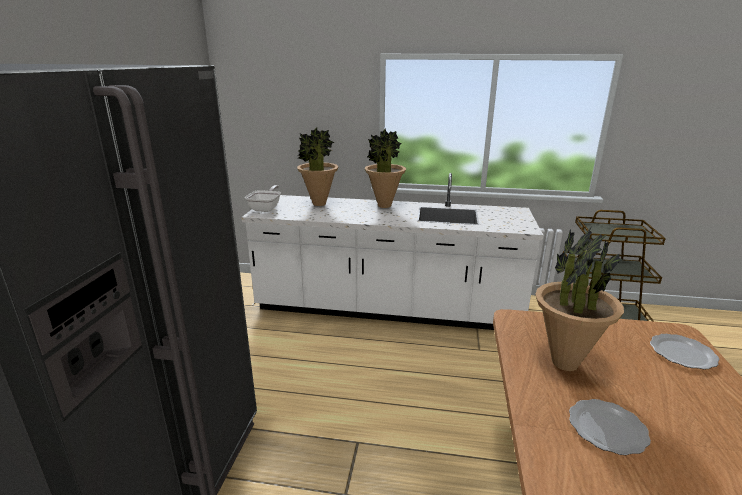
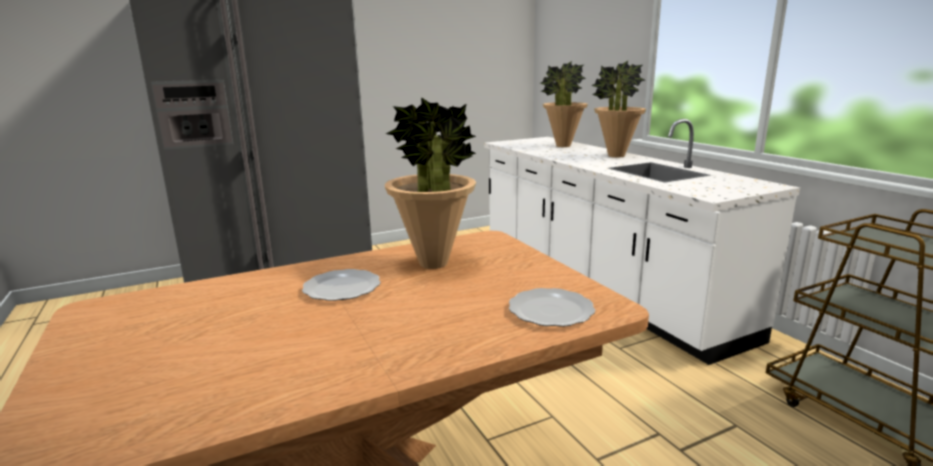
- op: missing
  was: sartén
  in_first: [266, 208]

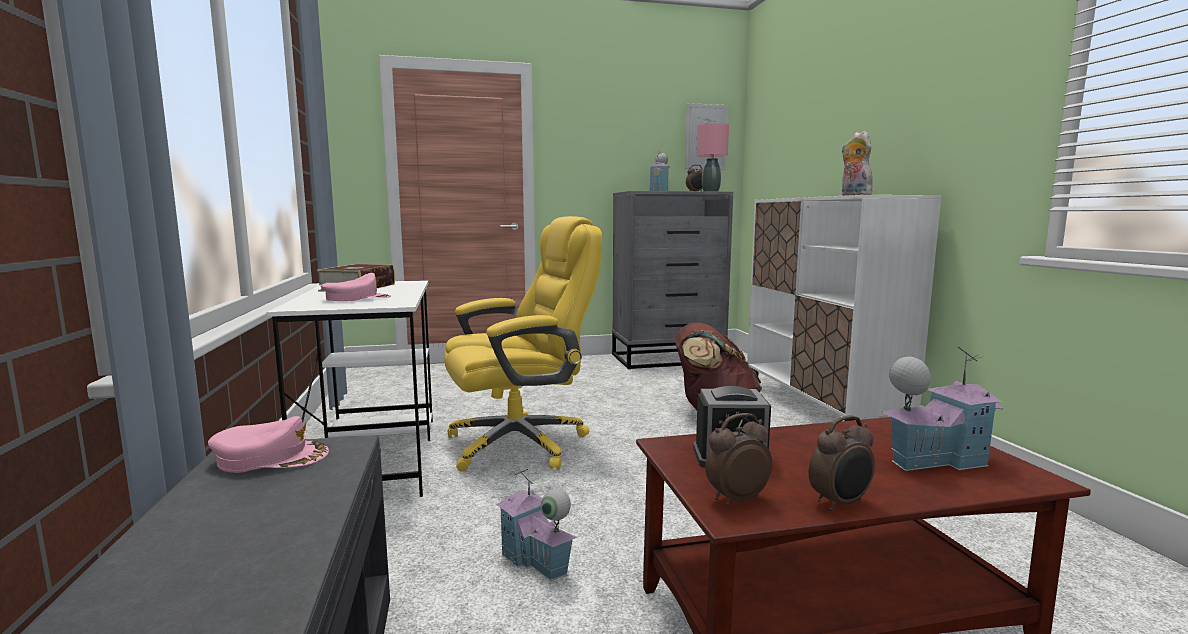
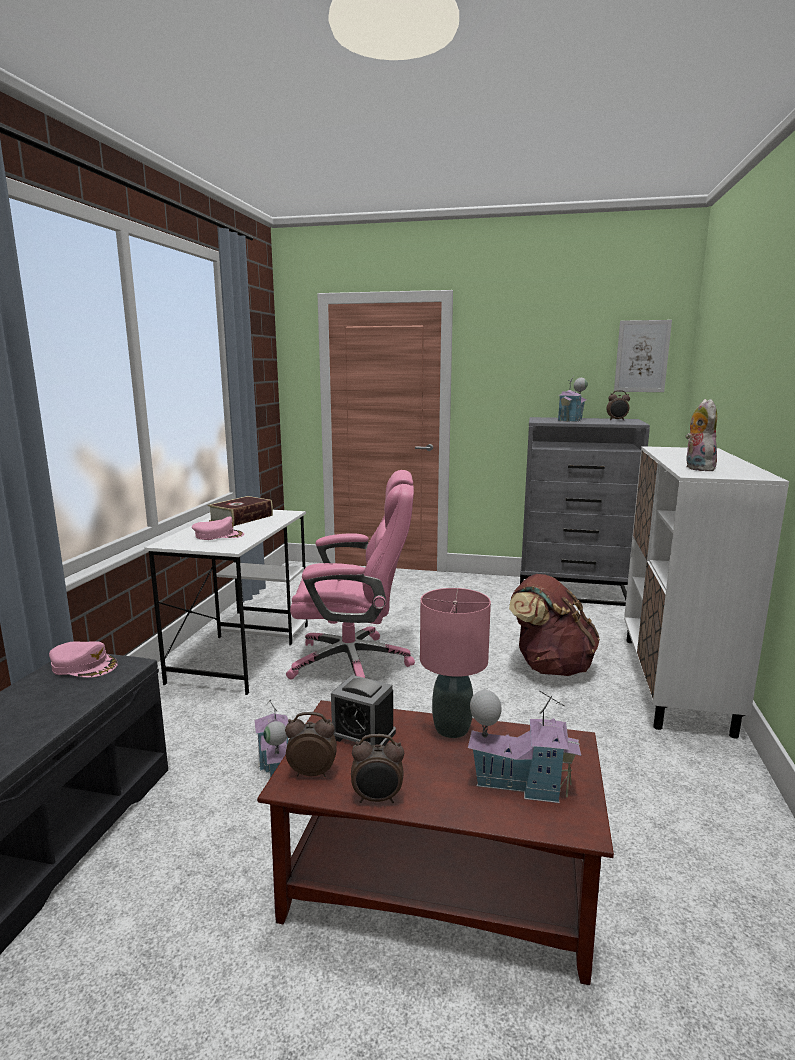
- op: colour
  was: silla de oficina (amarillo)
  now: silla de oficina (rosa)
  in_first: [521, 443]
  in_second: [353, 663]
- op: relocated
  was: lámpara de mesa (rosa)
  in_first: [710, 191]
  in_second: [451, 728]

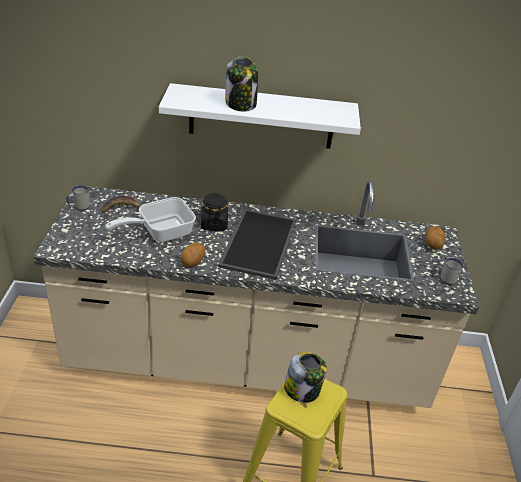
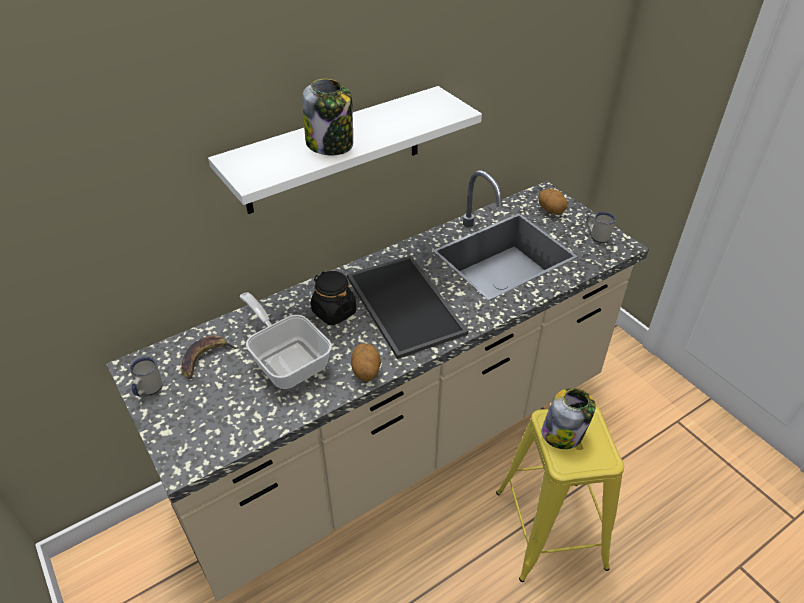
- op: spun
  was: sartén
  in_first: [160, 232]
  in_second: [287, 359]
  clockwise: 120

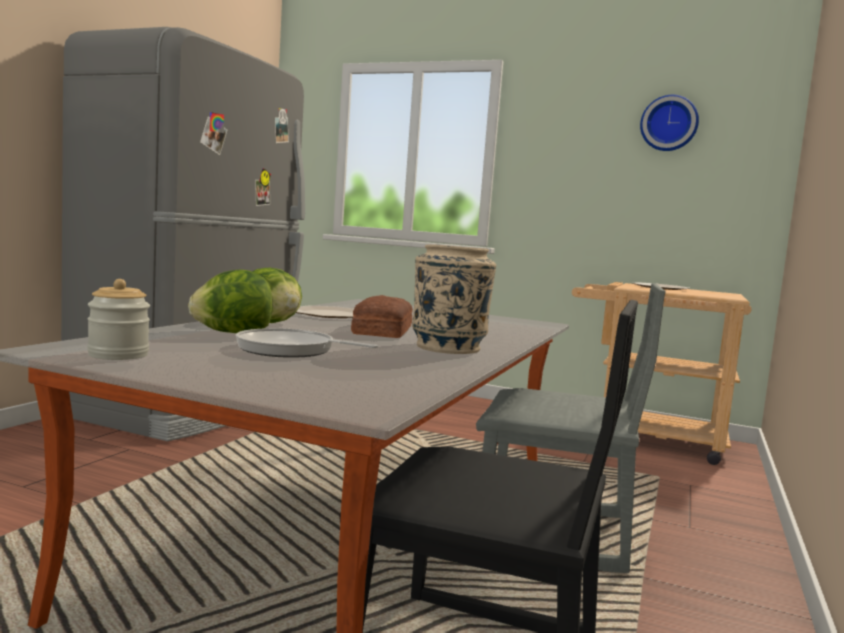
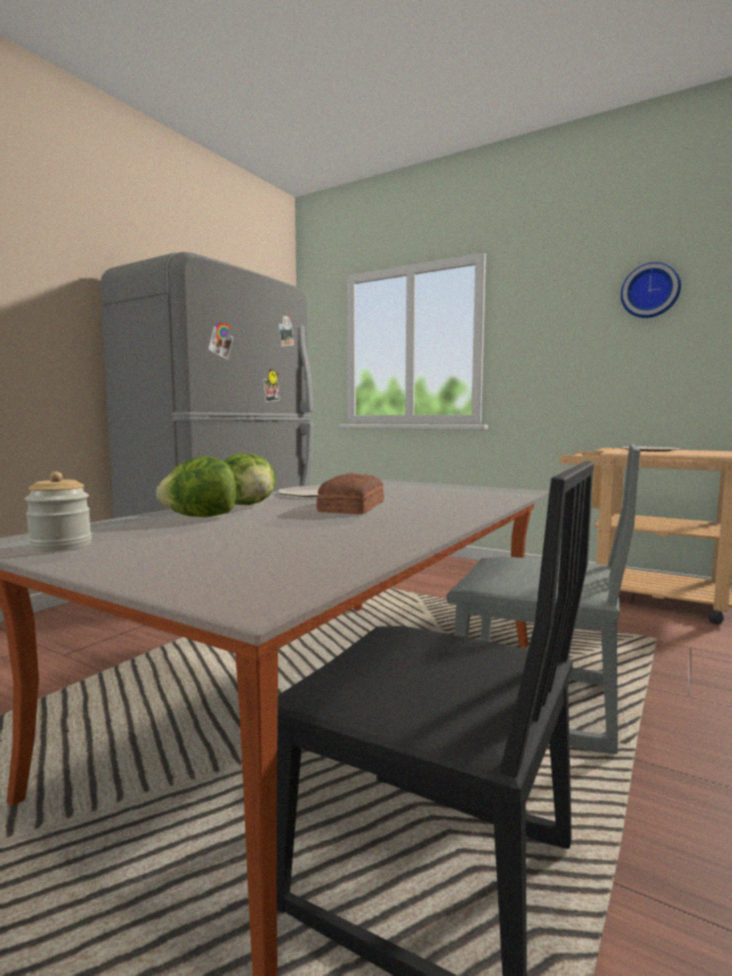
- op: missing
  was: sartén
  in_first: [291, 350]
- op: missing
  was: florero (beis)
  in_first: [448, 347]

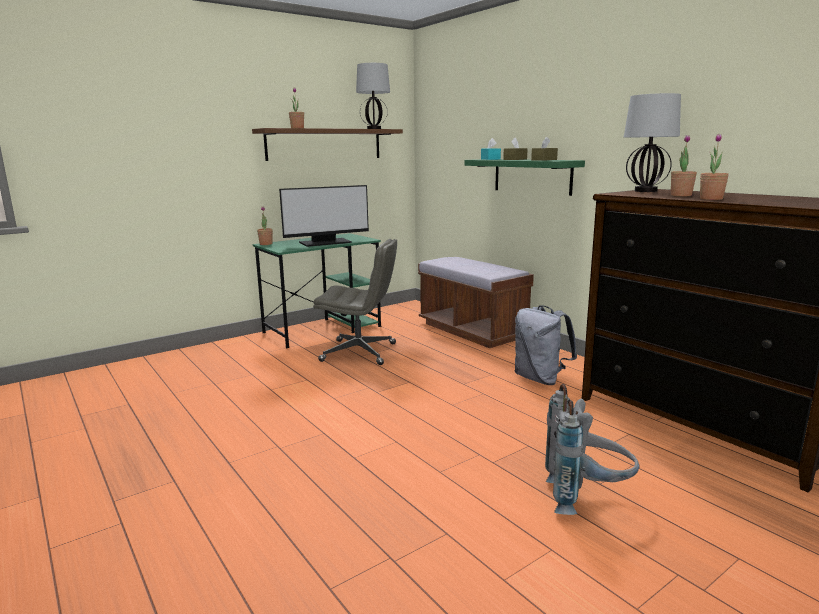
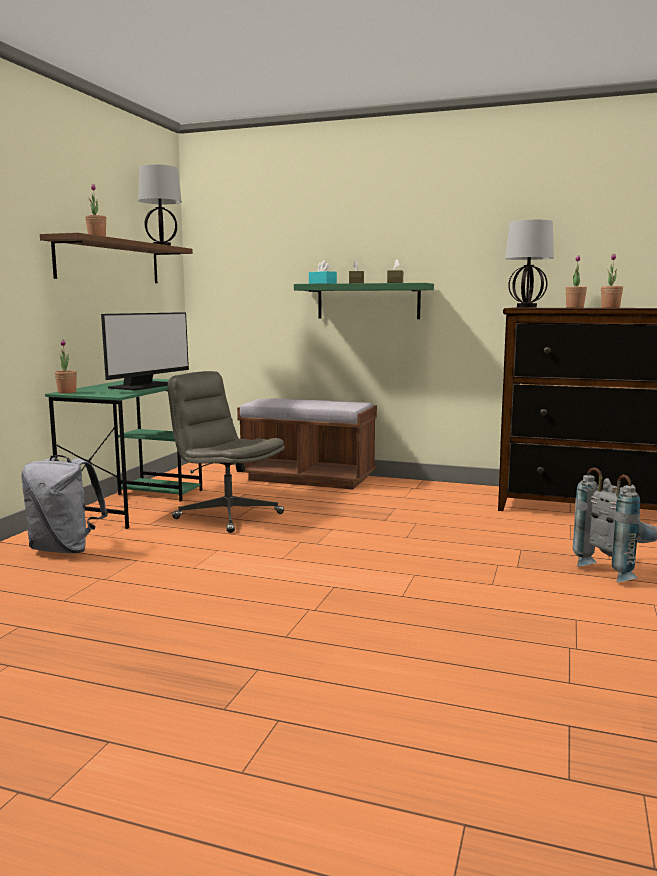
- op: relocated
  was: mochila (gris)
  in_first: [540, 379]
  in_second: [65, 549]
- op: spun
  was: silla de oficina (gris)
  in_first: [360, 352]
  in_second: [227, 516]
  clockwise: -120

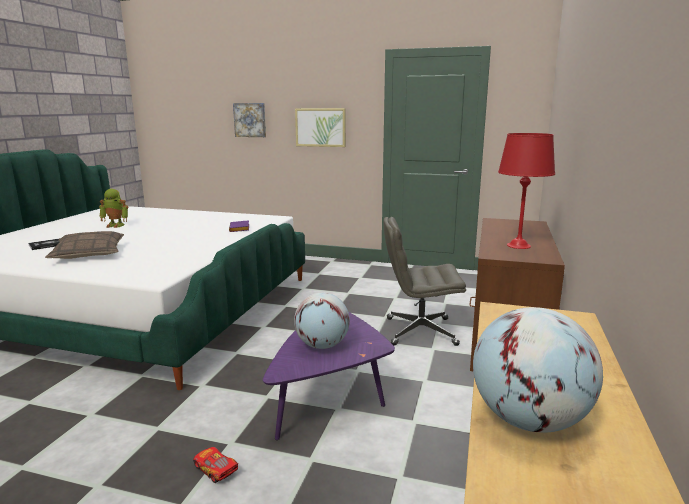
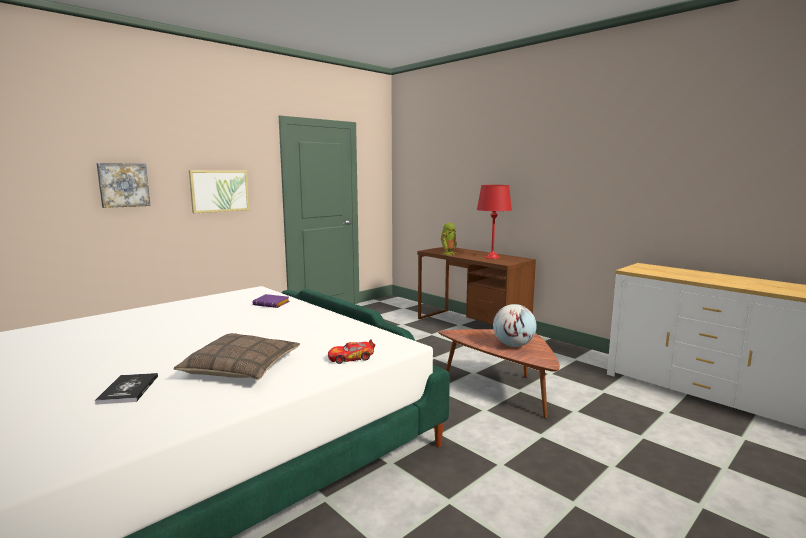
- op: relocated
  was: coche de juguete
  in_first: [215, 469]
  in_second: [351, 358]
- op: colour
  was: mesa de centro (morado)
  now: mesa de centro (marrón)
  in_first: [330, 397]
  in_second: [503, 389]
- op: relocated
  was: robot de juguete
  in_first: [116, 225]
  in_second: [448, 254]
- op: missing
  was: silla de oficina (gris)
  in_first: [419, 331]
- op: missing
  was: globo terráqueo
  in_first: [529, 420]

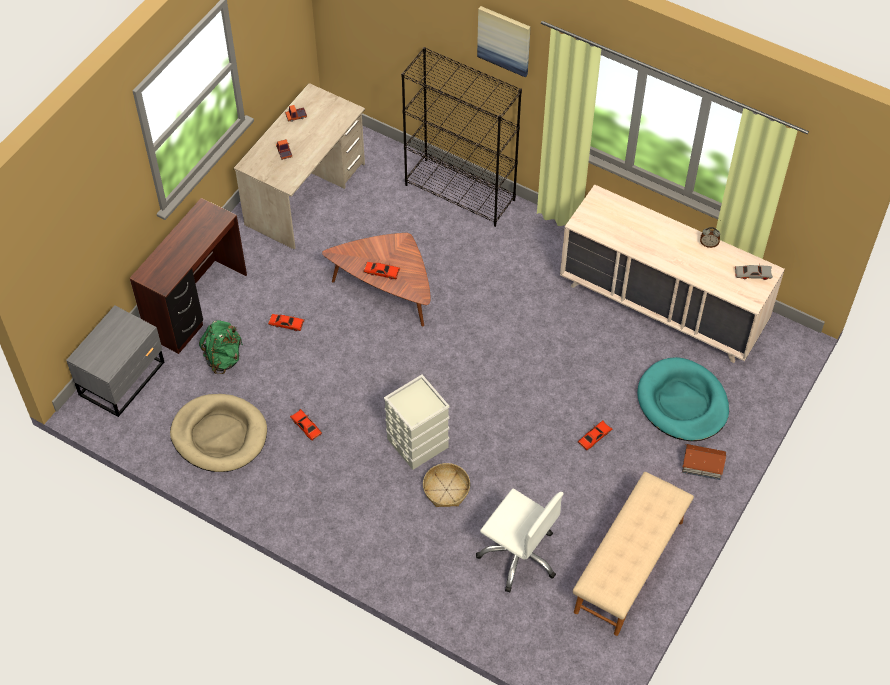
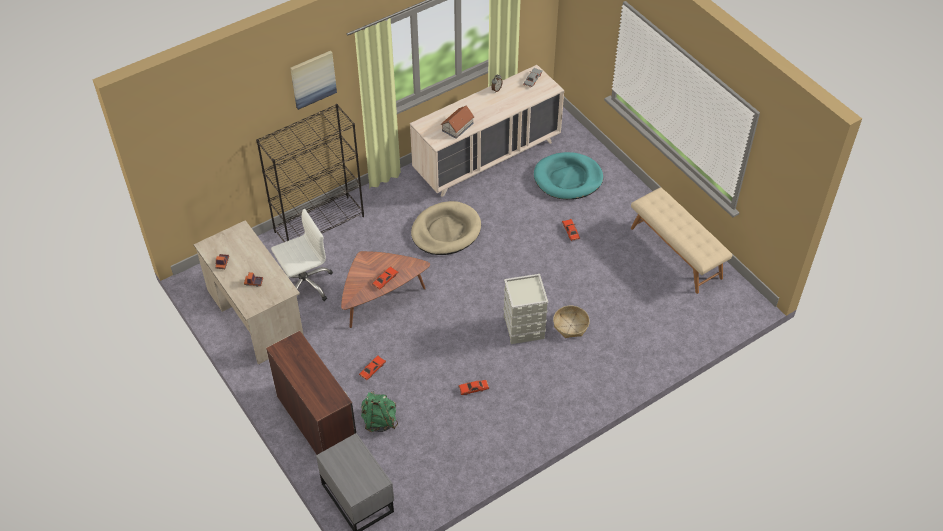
- op: relocated
  was: silla de oficina (blanco)
  in_first: [519, 555]
  in_second: [304, 284]
- op: relocated
  was: cama para perro (beis)
  in_first: [219, 435]
  in_second: [446, 231]
- op: relocated
  was: casita
  in_first: [703, 465]
  in_second: [458, 127]

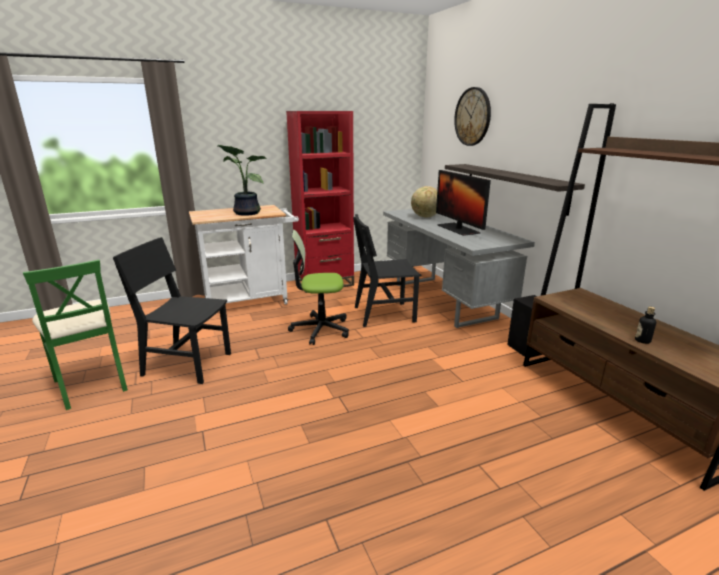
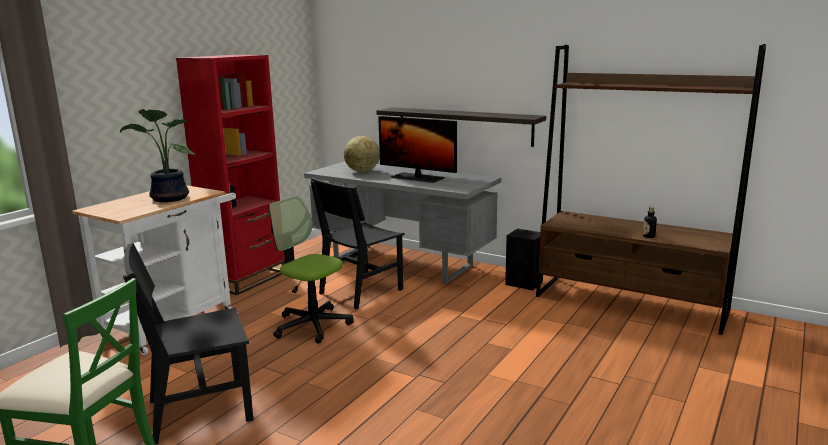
- op: spun
  was: silla de oficina
  in_first: [320, 329]
  in_second: [312, 325]
  clockwise: 75
- op: missing
  was: reloj de pared
  in_first: [472, 117]

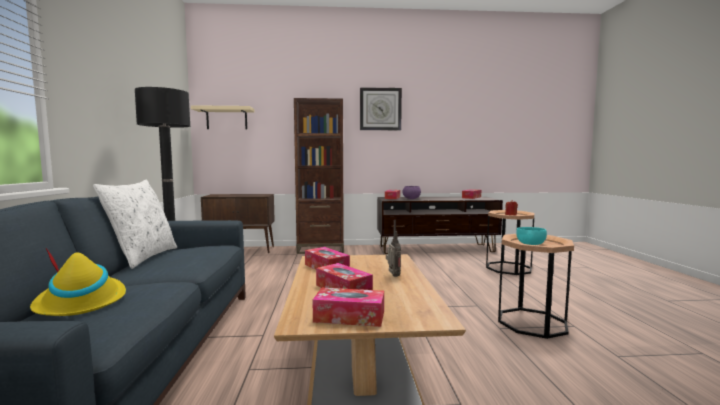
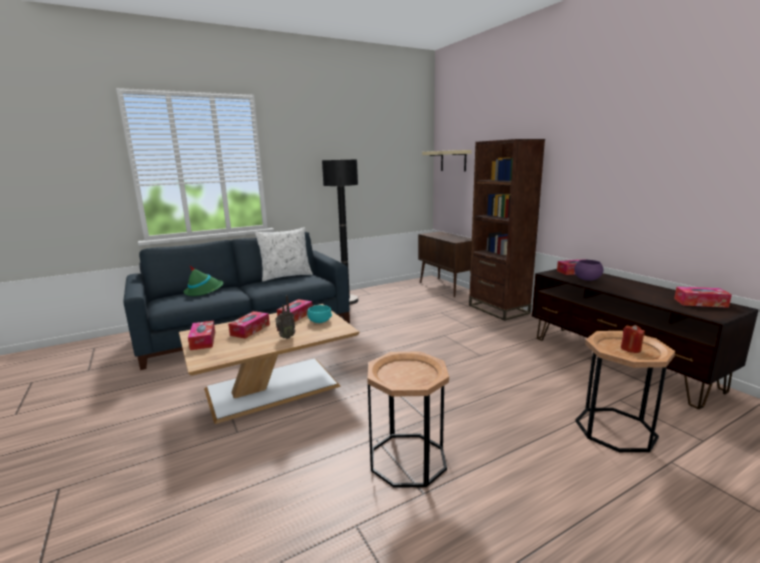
- op: colour
  was: sombrero (amarillo)
  now: sombrero (verde)
  in_first: [81, 301]
  in_second: [204, 291]
- op: relocated
  was: cuenco (turquesa)
  in_first: [531, 243]
  in_second: [320, 321]
- op: missing
  was: reloj de pared
  in_first: [380, 109]

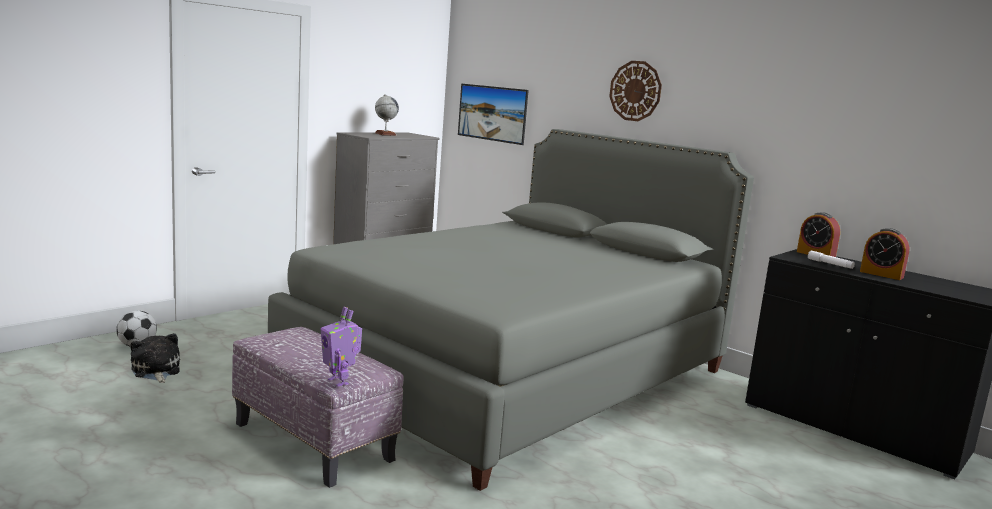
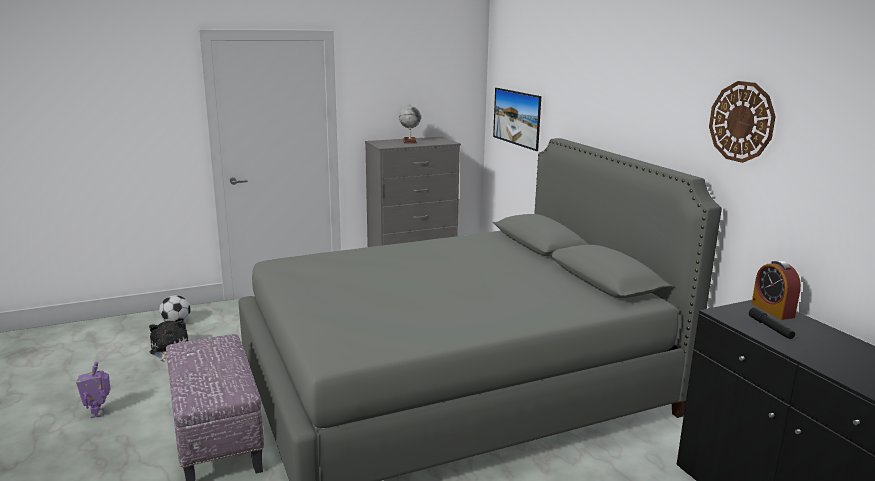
- op: relocated
  was: robot de juguete
  in_first: [339, 381]
  in_second: [98, 413]
- op: relocated
  was: reloj de pared
  in_first: [635, 91]
  in_second: [741, 121]
- op: colour
  was: linterna (blanco)
  now: linterna (negro)
  in_first: [830, 264]
  in_second: [770, 328]
- op: missing
  was: despertador
  in_first: [881, 274]

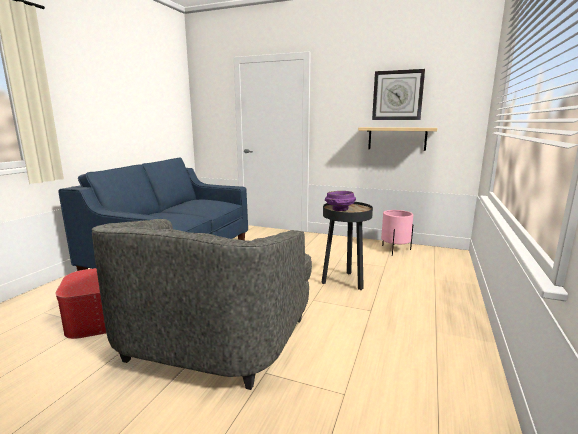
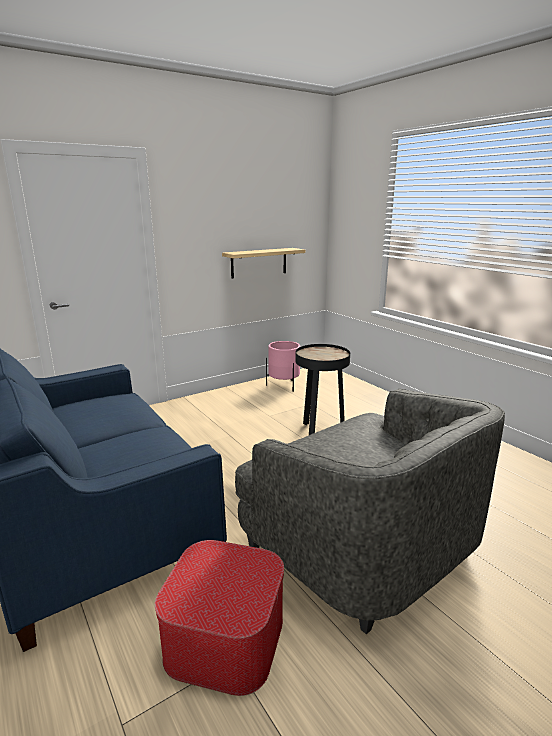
- op: missing
  was: cuenco (morado)
  in_first: [340, 210]
- op: missing
  was: reloj de pared
  in_first: [397, 95]

